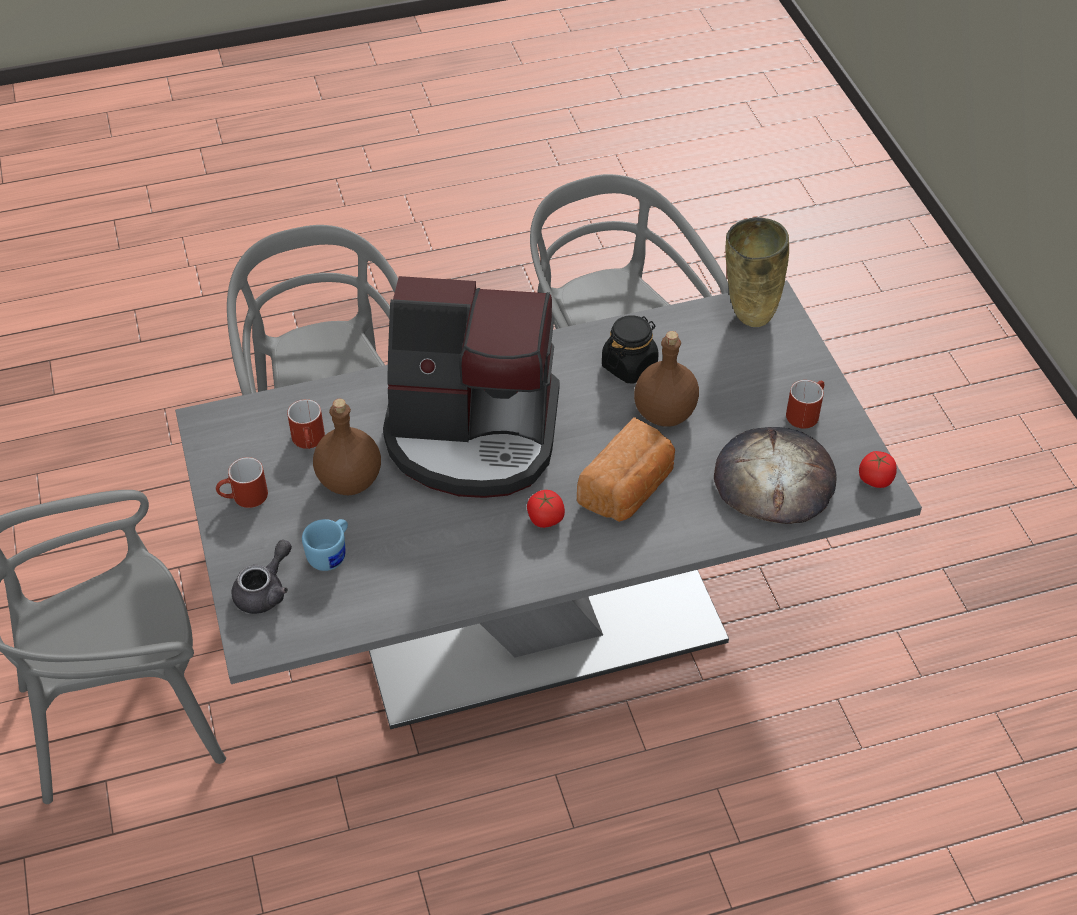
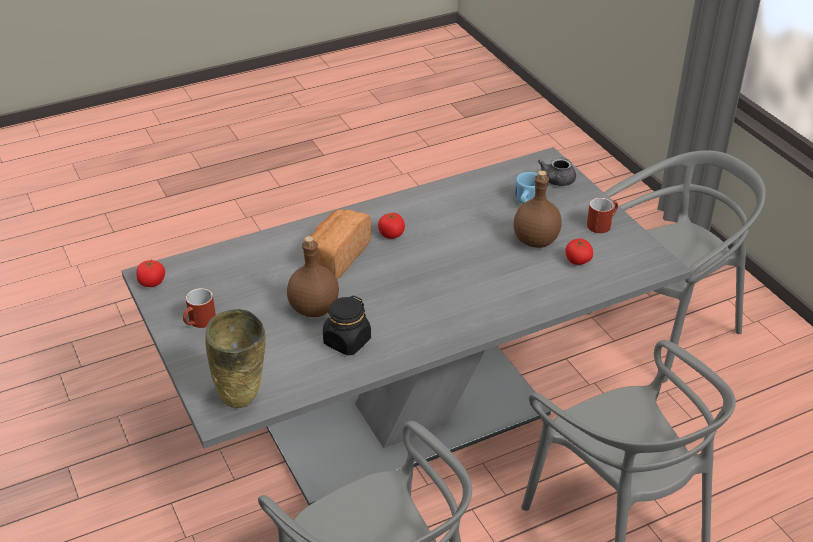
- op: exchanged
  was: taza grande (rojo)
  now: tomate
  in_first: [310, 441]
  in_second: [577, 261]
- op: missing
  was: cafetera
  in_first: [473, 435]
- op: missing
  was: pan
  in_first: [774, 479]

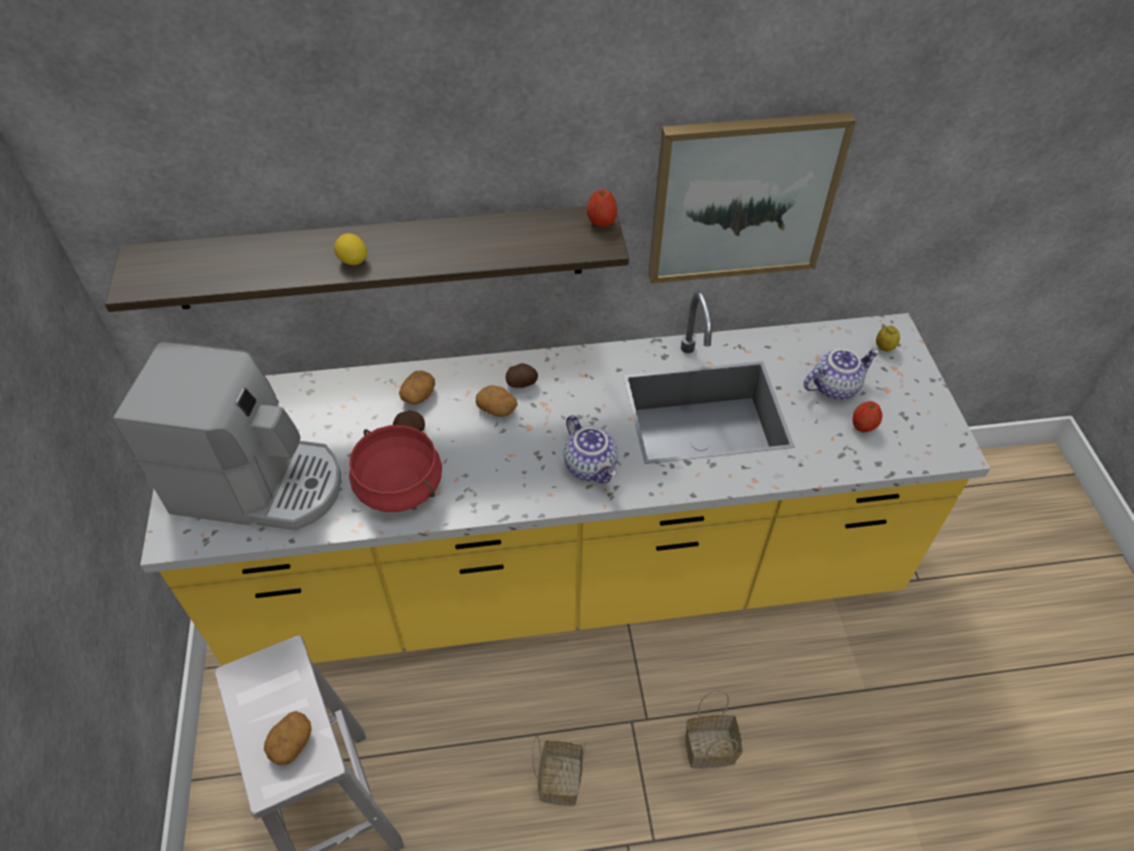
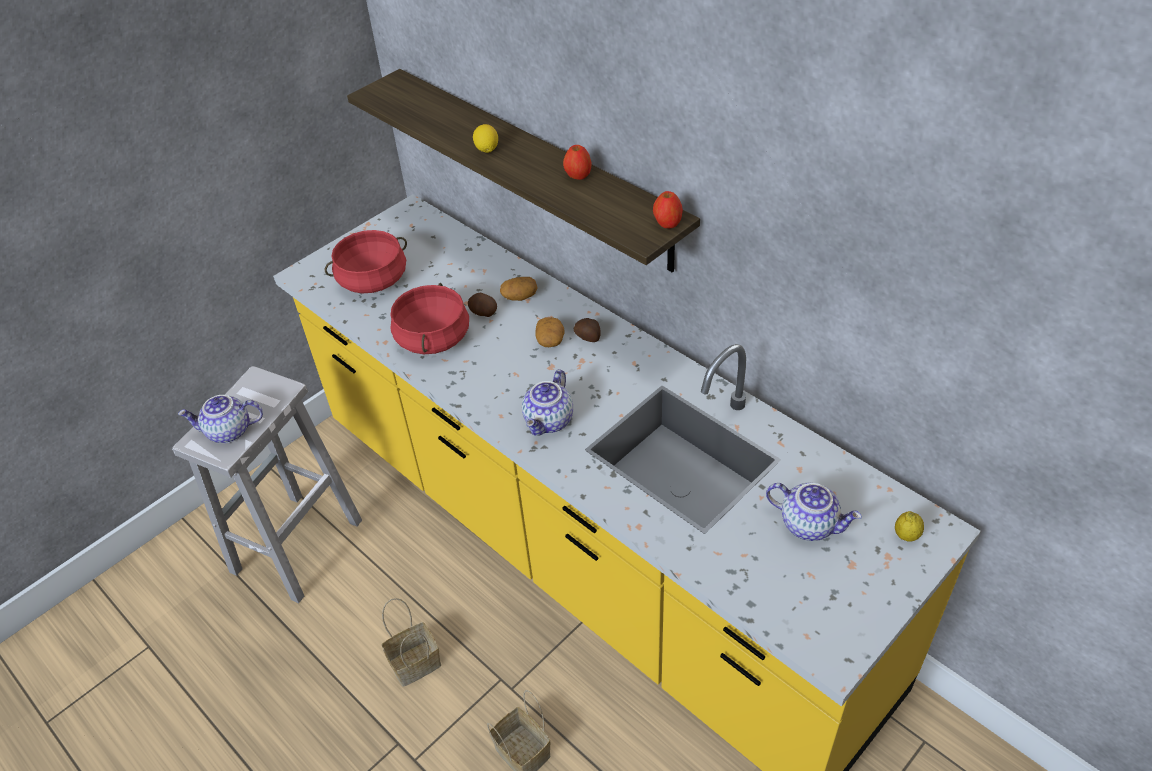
- op: exchanged
  was: patata
  now: tetera
  in_first: [291, 742]
  in_second: [228, 432]
- op: exchanged
  was: cafetera
  now: olla (rojo)
  in_first: [259, 484]
  in_second: [373, 279]
- op: relocated
  was: manzana
  in_first: [863, 427]
  in_second: [578, 176]
- op: missing
  was: cuadro
  in_first: [742, 198]

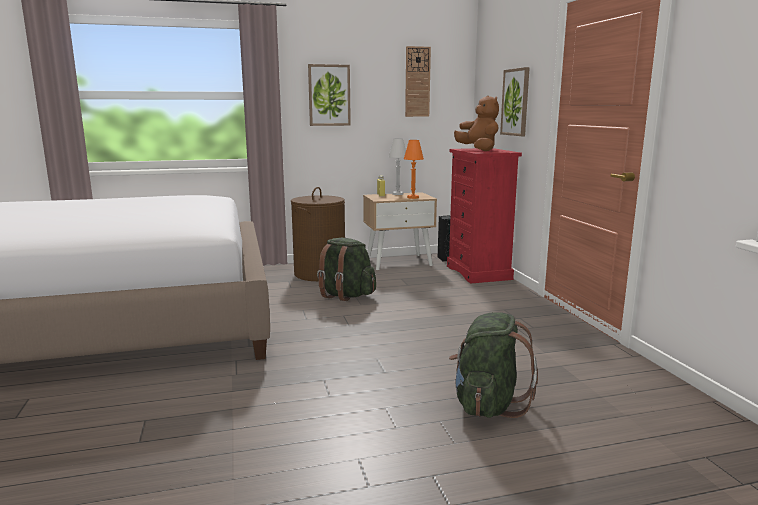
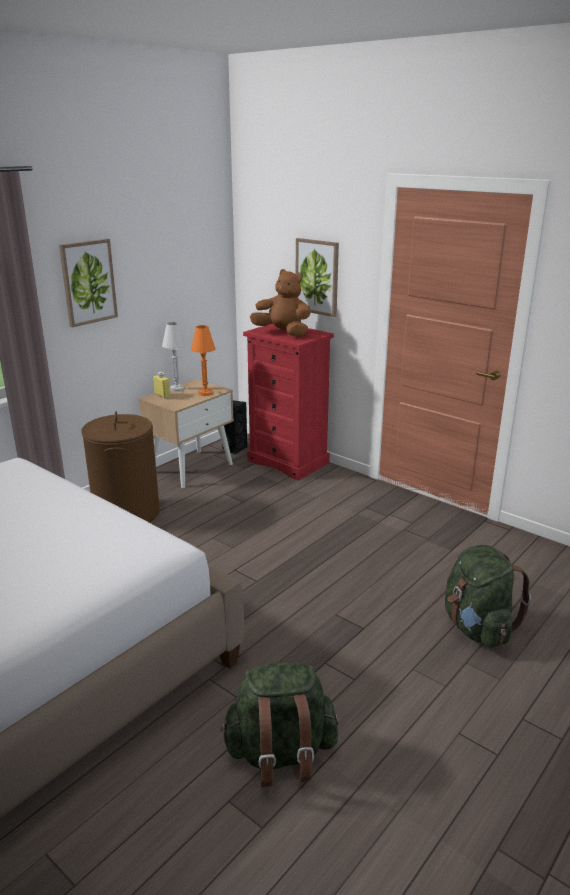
- op: relocated
  was: mochila (verde)
  in_first: [345, 295]
  in_second: [280, 754]
- op: missing
  was: reloj de pared
  in_first: [417, 82]

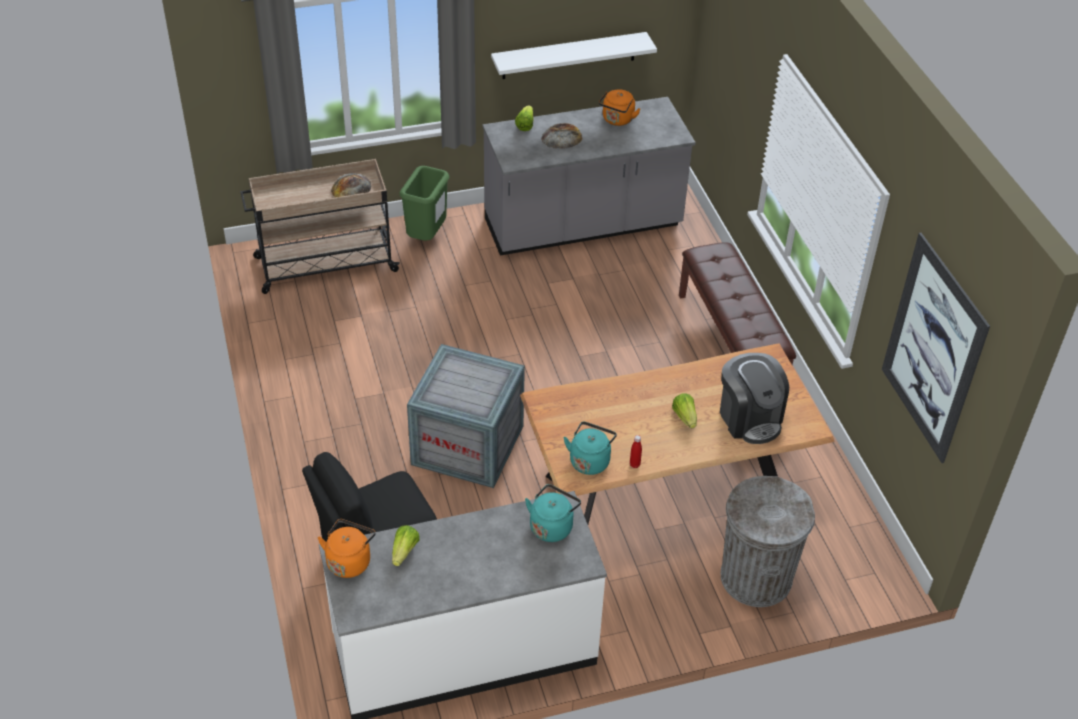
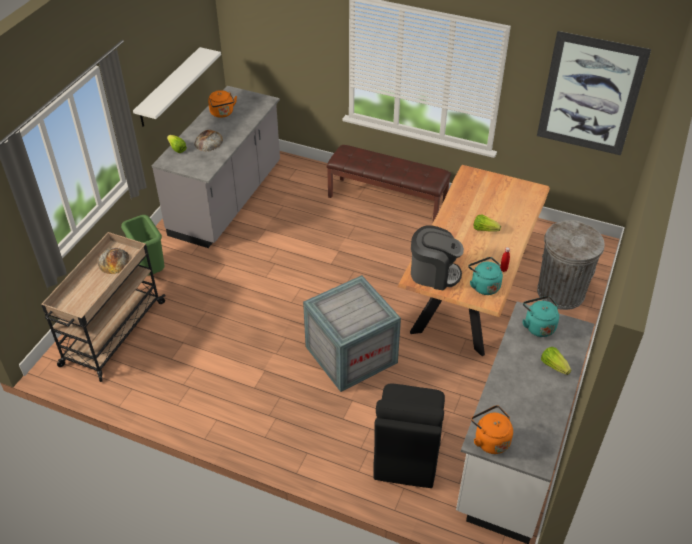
- op: relocated
  was: cafetera
  in_first: [749, 418]
  in_second: [434, 273]
- op: relocated
  was: lechuga
  in_first: [404, 551]
  in_second: [554, 366]

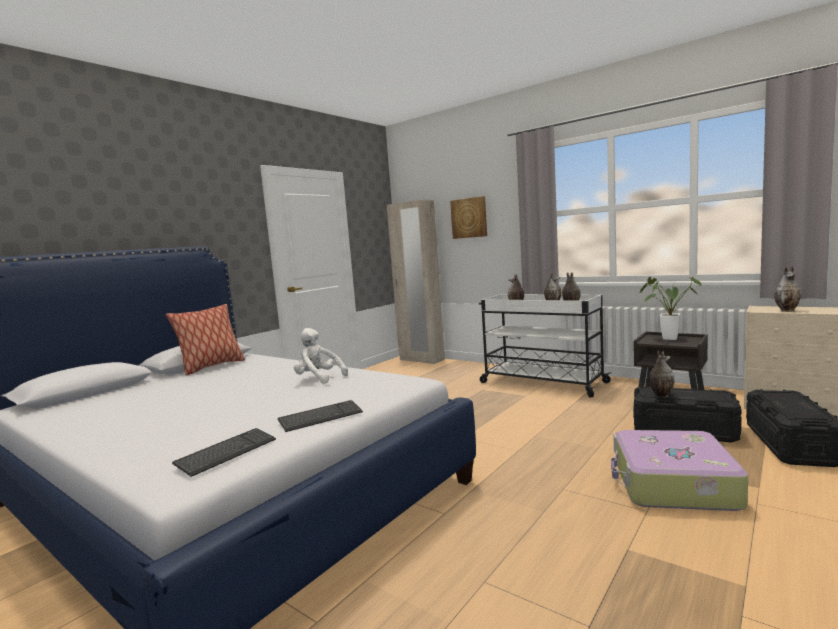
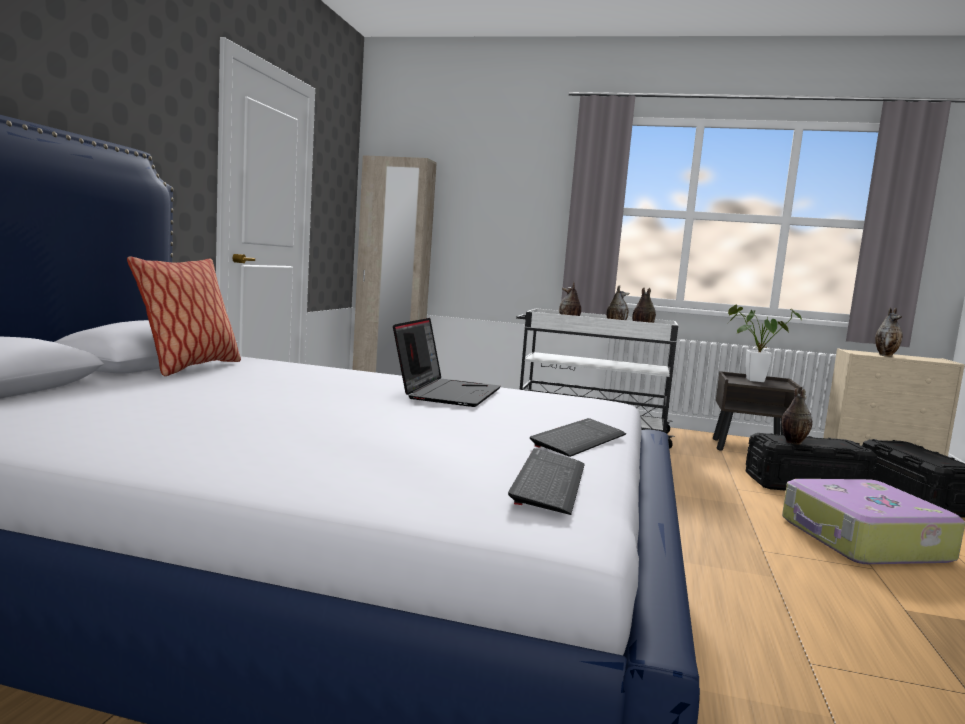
- op: exchanged
  was: peluche (blanco)
  now: portátil
  in_first: [318, 379]
  in_second: [447, 393]
- op: missing
  was: cuadro
  in_first: [469, 218]

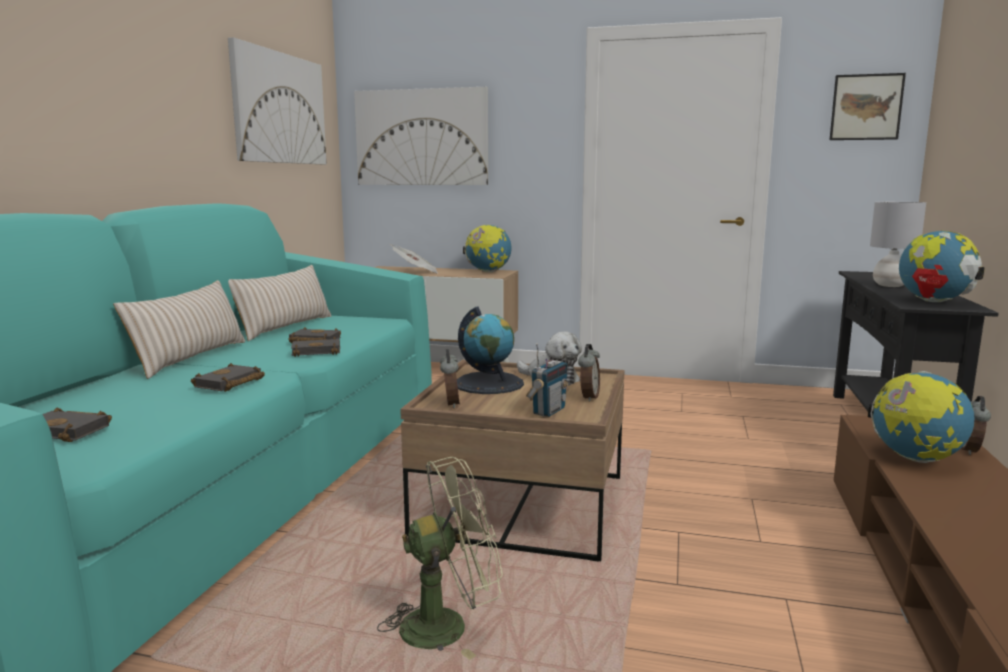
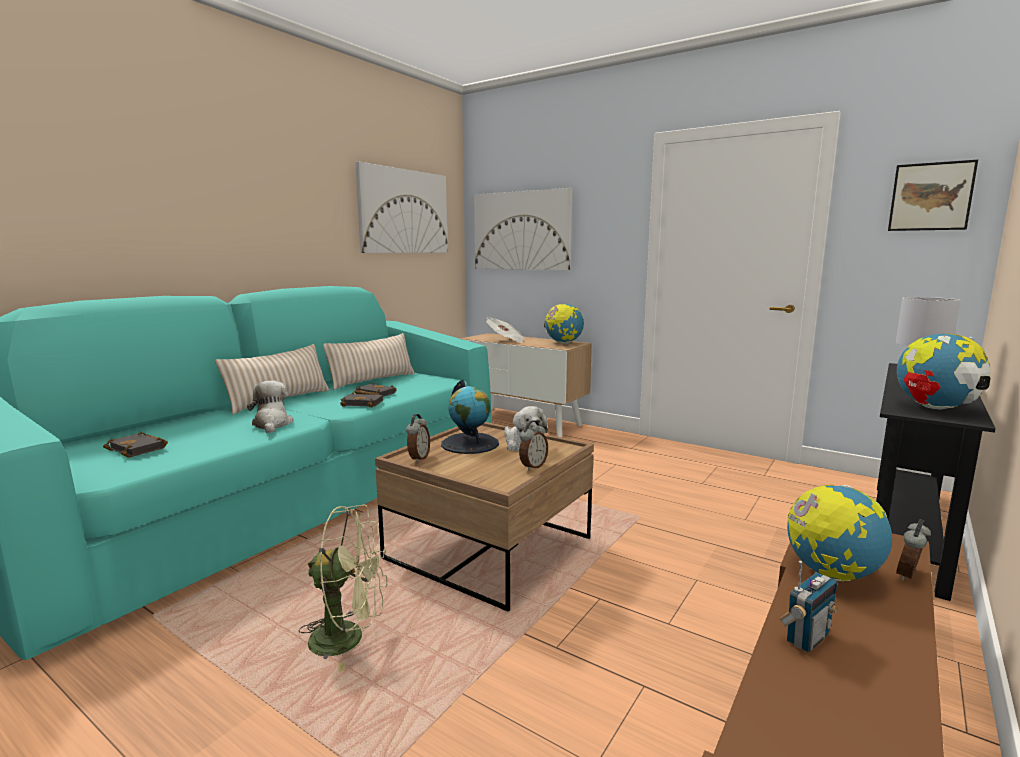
- op: exchanged
  was: libro (negro)
  now: peluche
  in_first: [229, 384]
  in_second: [272, 424]
- op: relocated
  was: radio
  in_first: [548, 411]
  in_second: [806, 638]

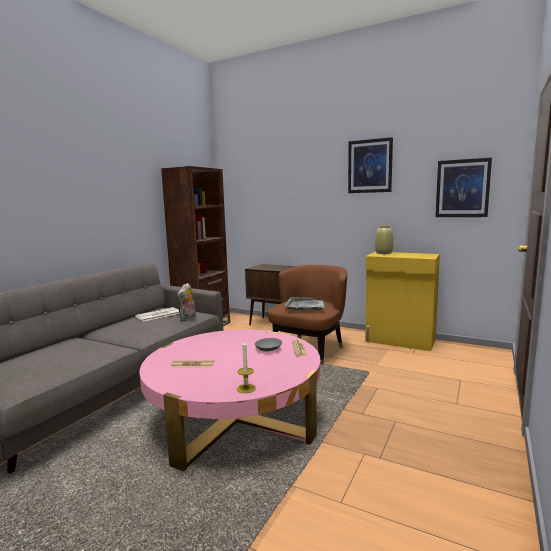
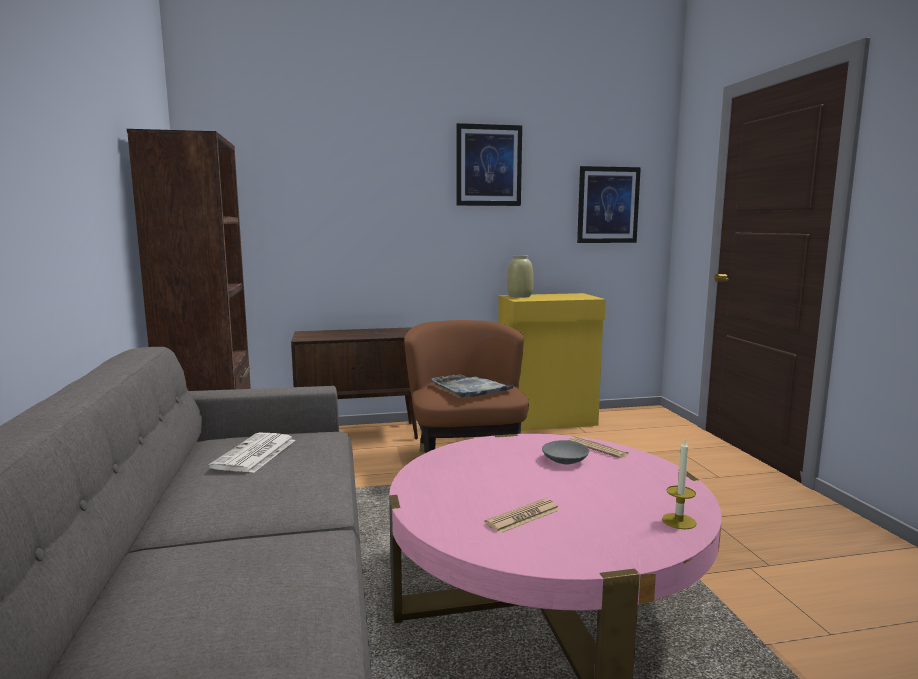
- op: missing
  was: peluche
  in_first: [188, 319]

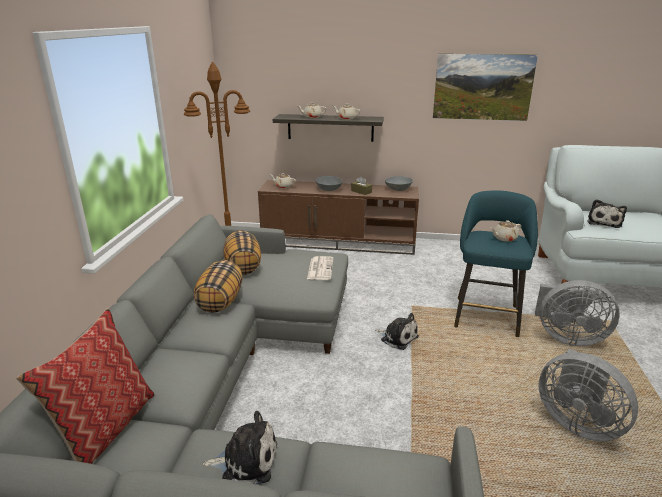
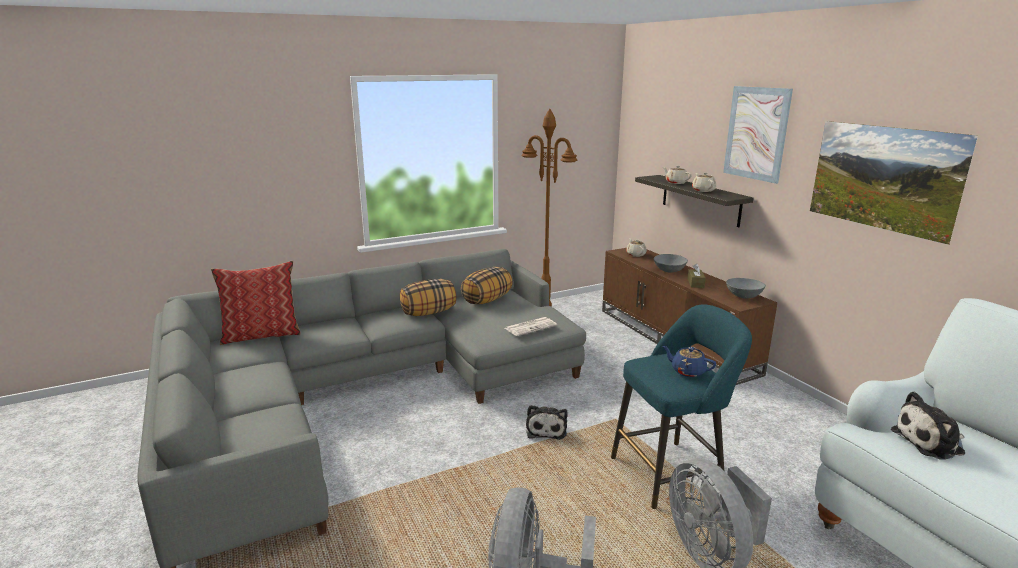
- op: colour
  was: tetera (beis)
  now: tetera (azul)
  in_first: [504, 238]
  in_second: [687, 371]
- op: appeared
  now: cuadro
  in_second: [756, 133]
- op: missing
  was: peluche
  in_first: [246, 460]

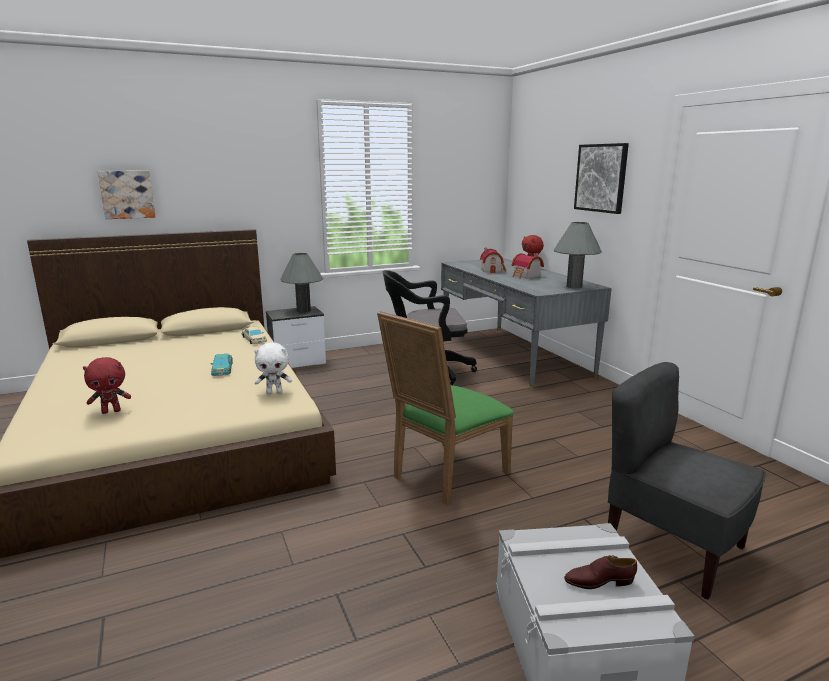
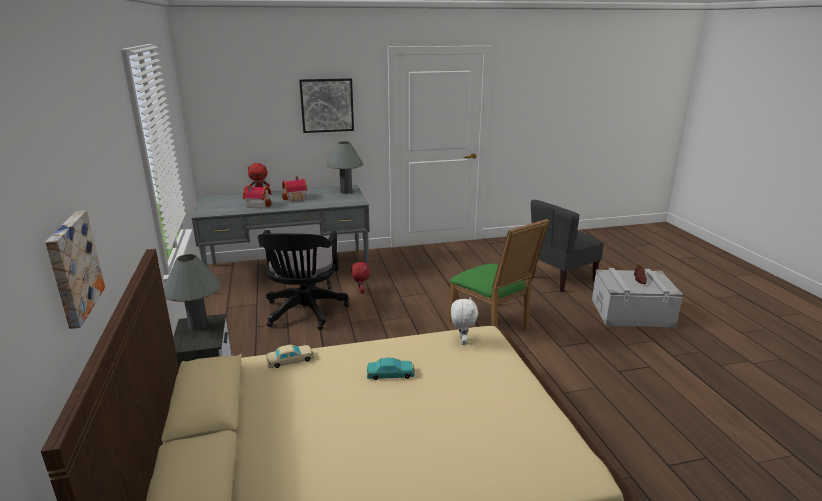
- op: relocated
  was: peluche (rojo)
  in_first: [111, 411]
  in_second: [361, 291]

